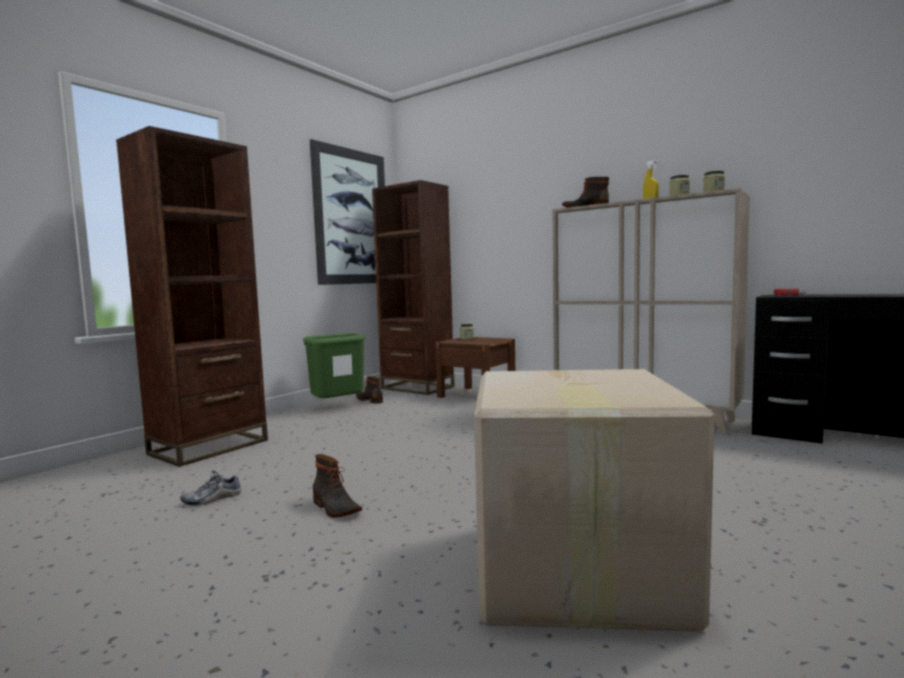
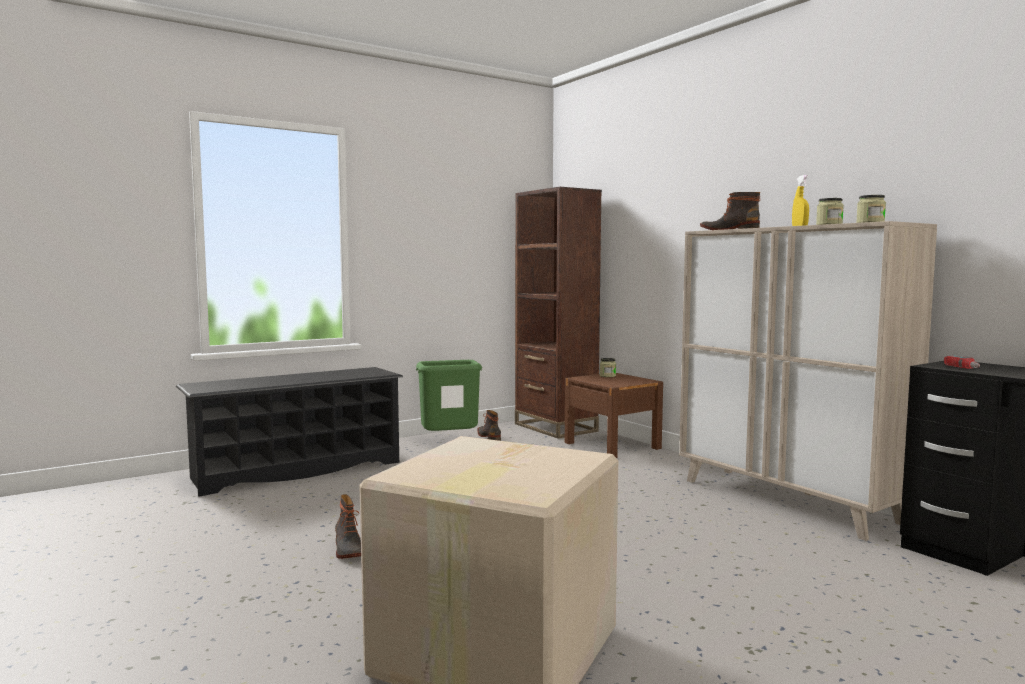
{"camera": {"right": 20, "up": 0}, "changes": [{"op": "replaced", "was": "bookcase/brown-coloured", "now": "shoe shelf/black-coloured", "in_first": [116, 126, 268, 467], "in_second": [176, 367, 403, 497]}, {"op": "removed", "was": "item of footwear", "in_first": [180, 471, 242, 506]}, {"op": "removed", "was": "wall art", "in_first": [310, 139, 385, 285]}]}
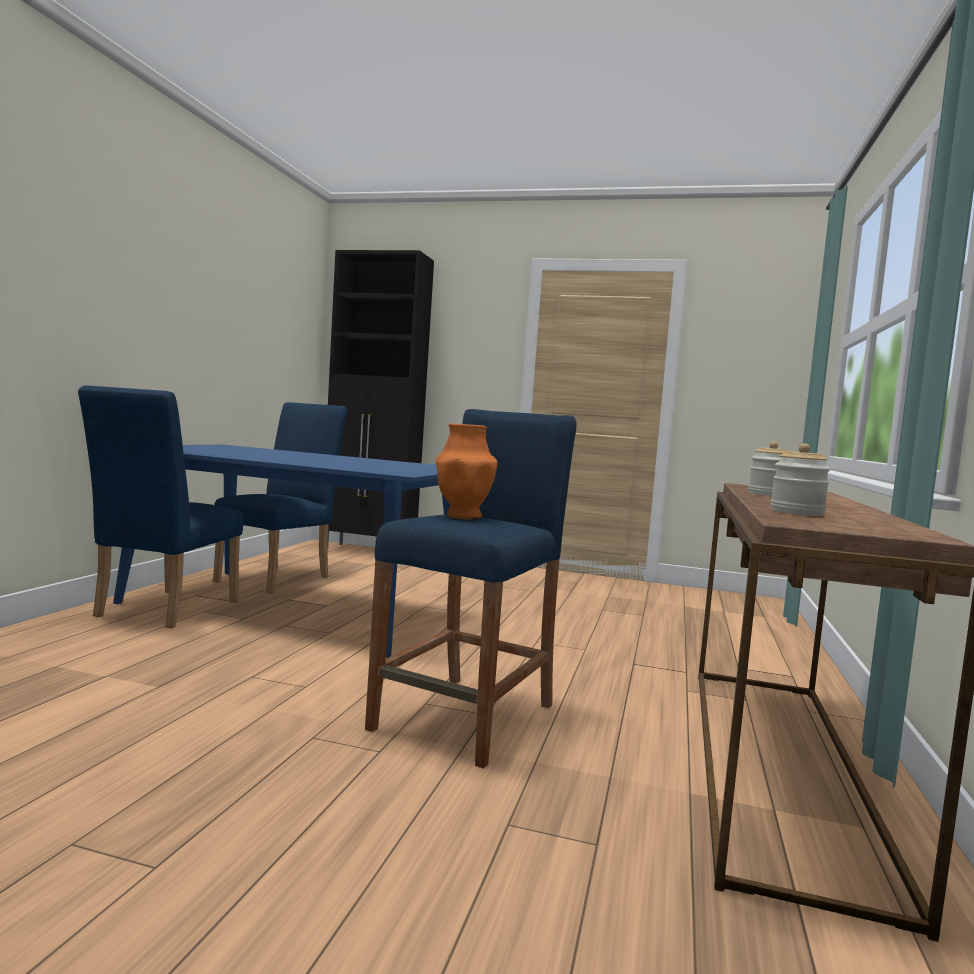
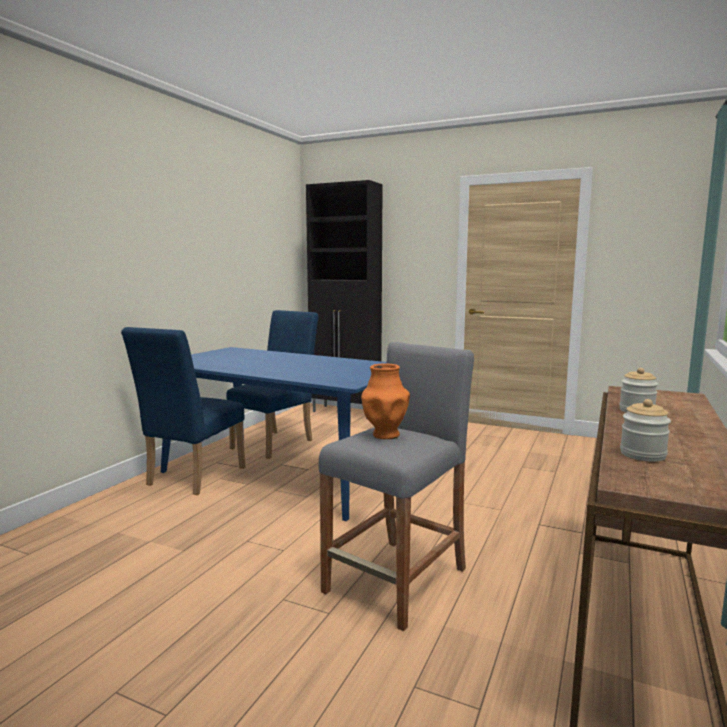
{"camera": {"right": 10, "up": 5}, "changes": [{"op": "recoloured", "was": "sitting stool/bluish", "now": "sitting stool/grey", "in_first": [365, 409, 576, 769], "in_second": [319, 342, 474, 632]}]}
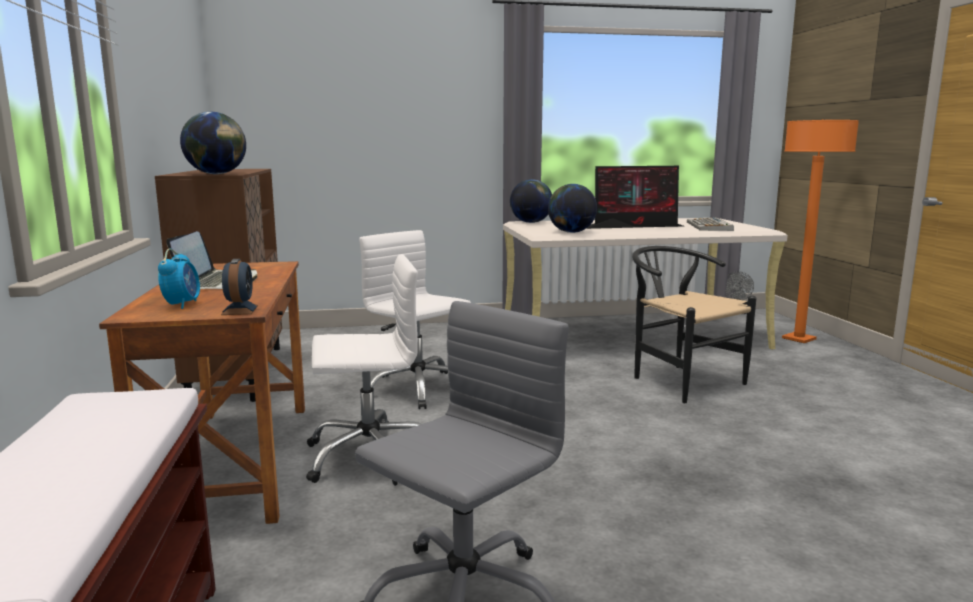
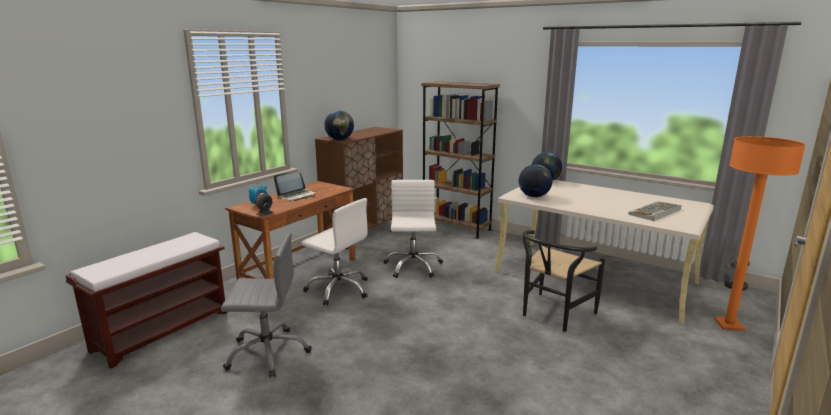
{"camera": {"right": 45, "up": 5}, "changes": [{"op": "added", "now": "bookcase/brown-coloured", "in_second": [421, 81, 500, 239]}, {"op": "turned", "was": "plain chair/black-coloured", "in_first": [632, 246, 757, 403], "in_second": [522, 230, 605, 332], "clockwise": -150}, {"op": "removed", "was": "monitor", "in_first": [587, 166, 683, 229]}]}
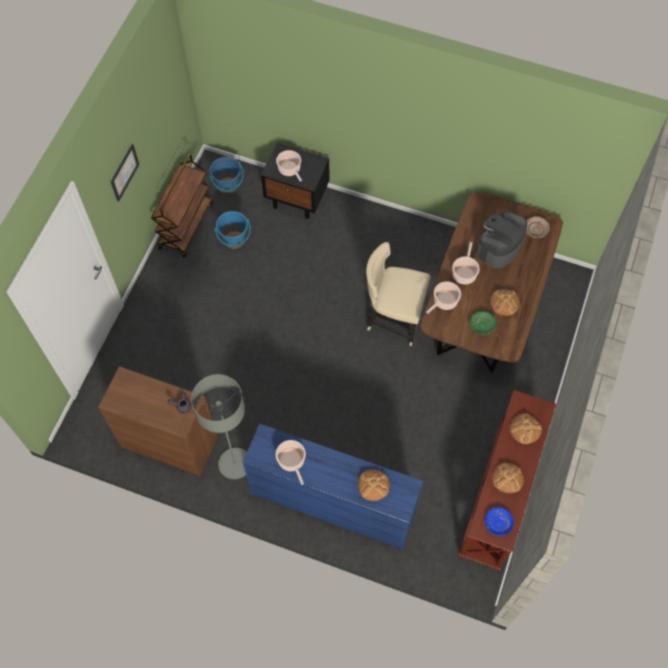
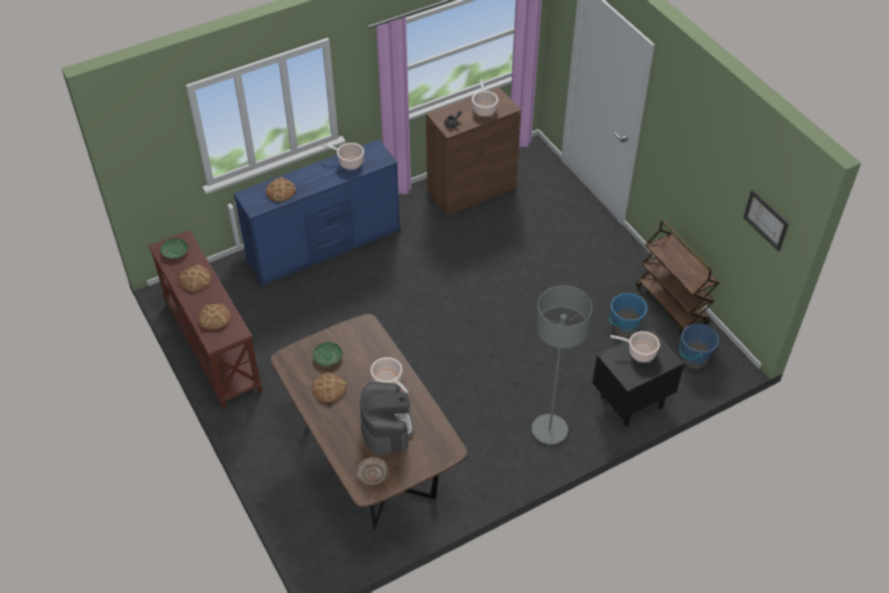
{"camera": {"right": 130, "up": -15}, "changes": [{"op": "recoloured", "was": "dinner plate/bluish", "now": "dinner plate/green-coloured", "in_first": [485, 507, 514, 536], "in_second": [160, 238, 188, 259]}, {"op": "moved", "was": "stockpot", "in_first": [426, 281, 461, 314], "in_second": [472, 79, 498, 116]}, {"op": "moved", "was": "standing lamp/grey", "in_first": [191, 374, 247, 479], "in_second": [532, 285, 592, 444]}, {"op": "moved", "was": "wall art", "in_first": [111, 144, 139, 202], "in_second": [743, 190, 789, 252]}, {"op": "removed", "was": "plain chair/beige", "in_first": [366, 242, 431, 346]}]}
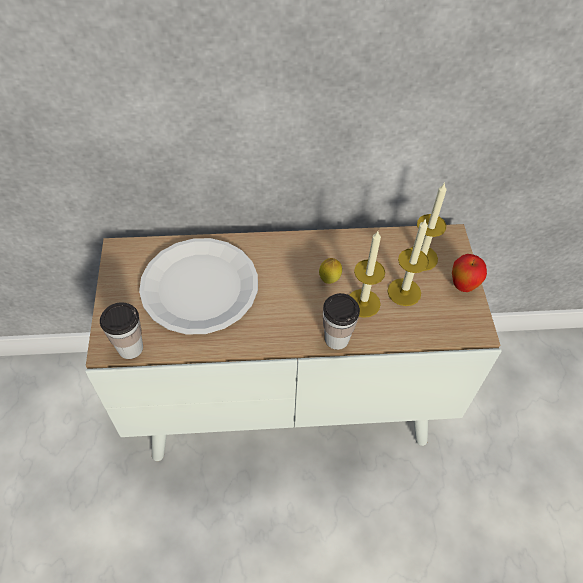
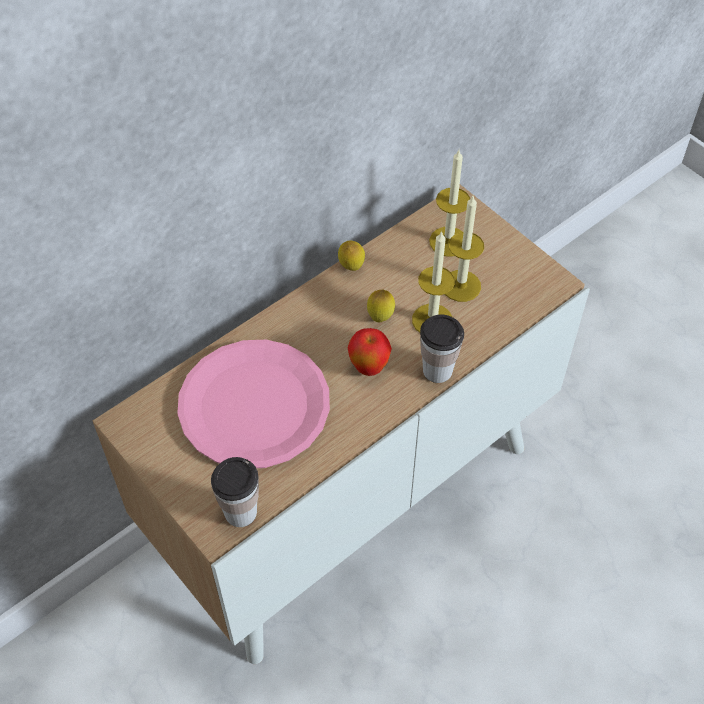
{"camera": {"right": -35, "up": 0}, "changes": [{"op": "recoloured", "was": "dinner plate/white-coloured", "now": "dinner plate/pink", "in_first": [139, 238, 258, 335], "in_second": [177, 340, 330, 468]}, {"op": "added", "now": "lemon", "in_second": [338, 240, 365, 271]}, {"op": "moved", "was": "apple", "in_first": [452, 254, 487, 292], "in_second": [348, 328, 392, 376]}]}
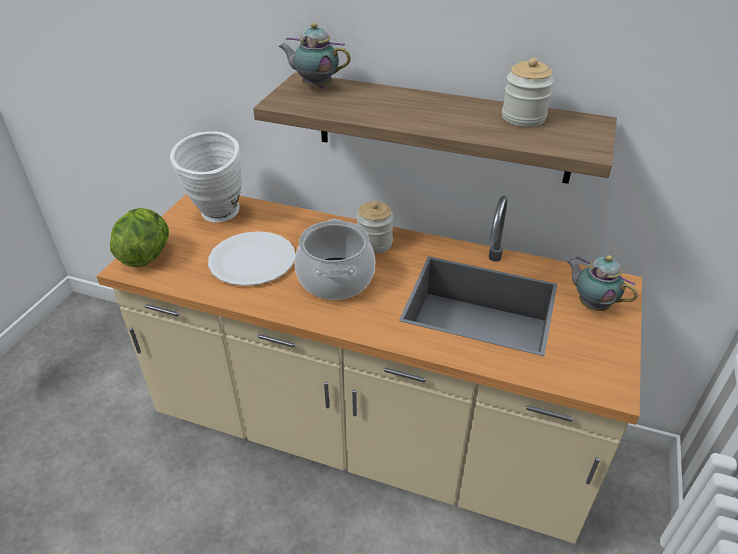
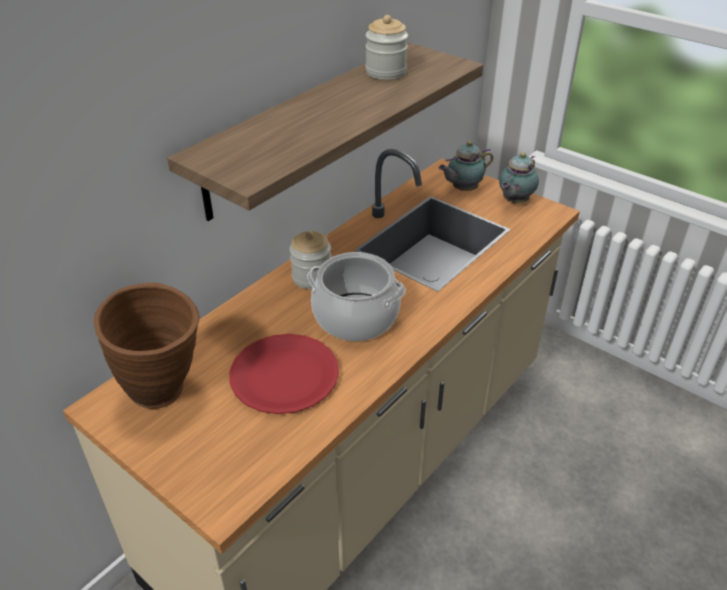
{"camera": {"right": -70, "up": 0}, "changes": [{"op": "recoloured", "was": "vase/white-coloured", "now": "vase/brown-coloured", "in_first": [170, 131, 242, 222], "in_second": [94, 283, 200, 409]}, {"op": "recoloured", "was": "dinner plate/white-coloured", "now": "dinner plate/red", "in_first": [208, 231, 295, 286], "in_second": [229, 334, 339, 414]}, {"op": "moved", "was": "tea pot", "in_first": [278, 23, 351, 89], "in_second": [499, 152, 539, 203]}, {"op": "removed", "was": "lettuce head", "in_first": [110, 208, 169, 267]}]}
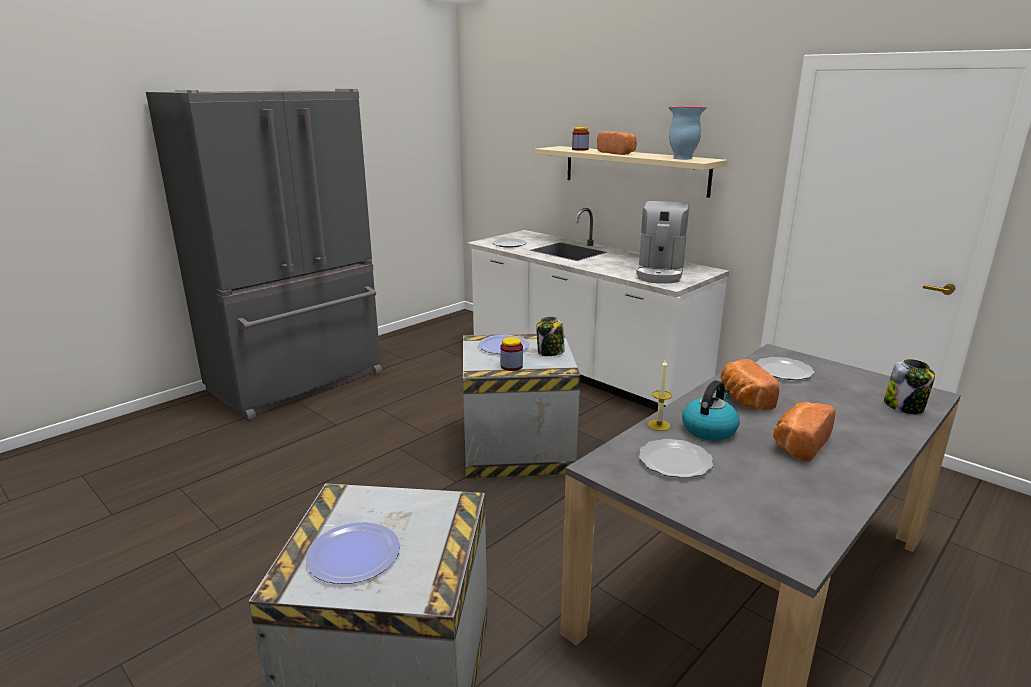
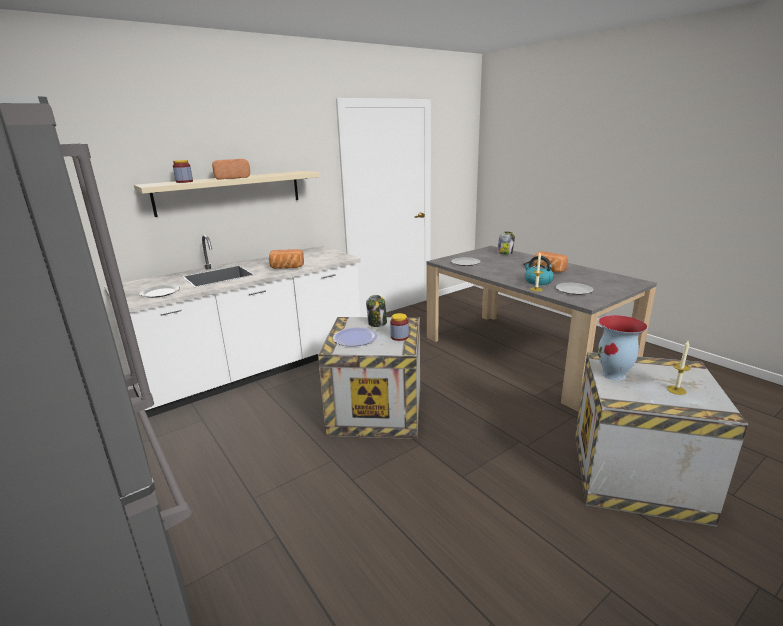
{"camera": {"right": -80, "up": 0}, "changes": [{"op": "moved", "was": "bakery bread", "in_first": [721, 359, 779, 410], "in_second": [269, 249, 304, 269]}, {"op": "moved", "was": "vase", "in_first": [668, 107, 707, 159], "in_second": [598, 315, 647, 381]}, {"op": "replaced", "was": "dinner plate", "now": "wax candle", "in_first": [305, 522, 400, 584], "in_second": [667, 341, 691, 395]}, {"op": "removed", "was": "coffee brewer", "in_first": [636, 201, 689, 284]}]}
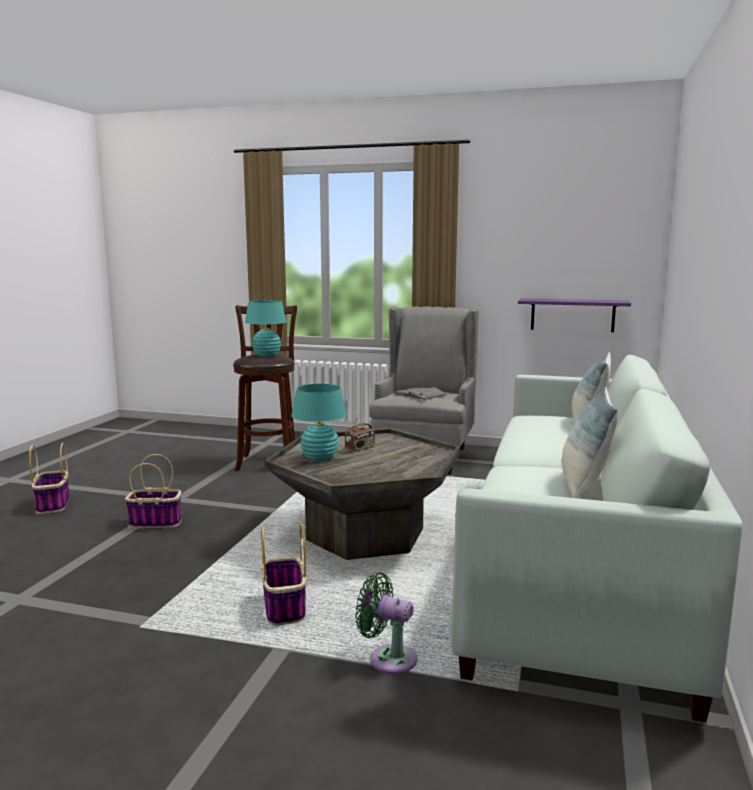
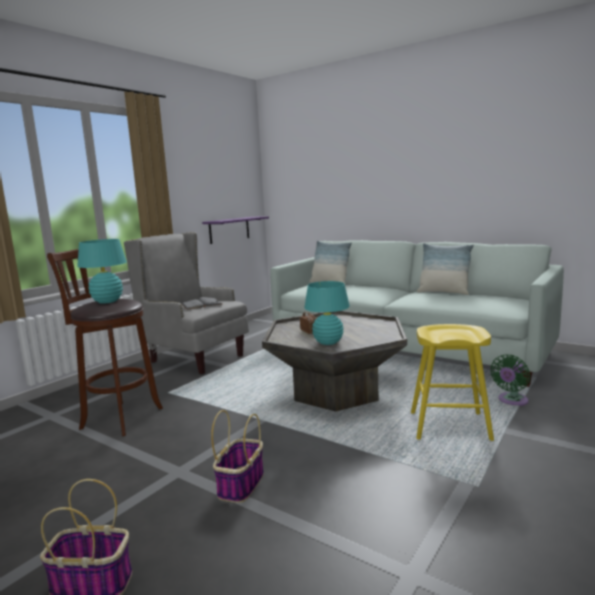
{"camera": {"right": -70, "up": 0}, "changes": [{"op": "replaced", "was": "household basket", "now": "sitting stool/yellowish", "in_first": [261, 523, 307, 626], "in_second": [411, 324, 494, 441]}]}
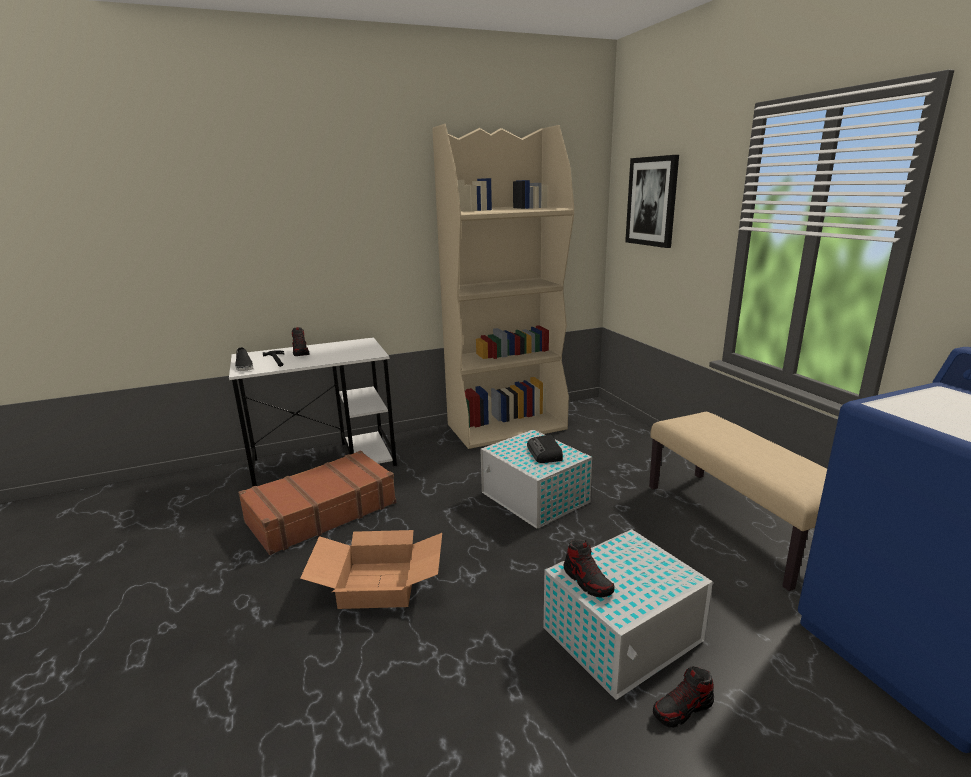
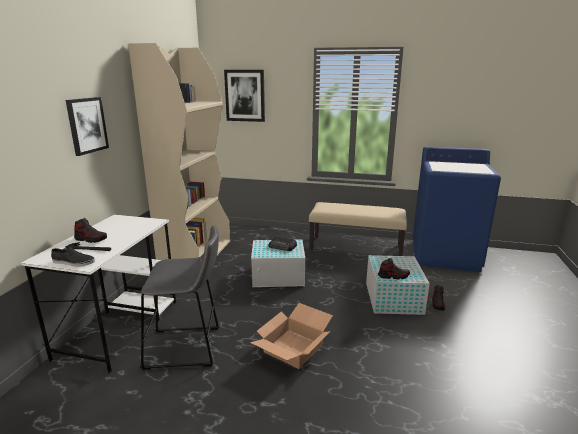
{"camera": {"right": -55, "up": 0}, "changes": [{"op": "added", "now": "wall art", "in_second": [66, 97, 109, 156]}, {"op": "replaced", "was": "piece of luggage/brown-coloured", "now": "sitting stool/grey", "in_first": [238, 451, 396, 555], "in_second": [140, 225, 219, 370]}]}
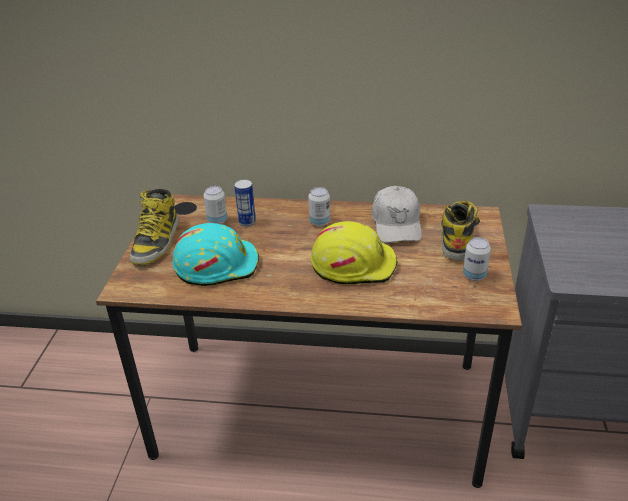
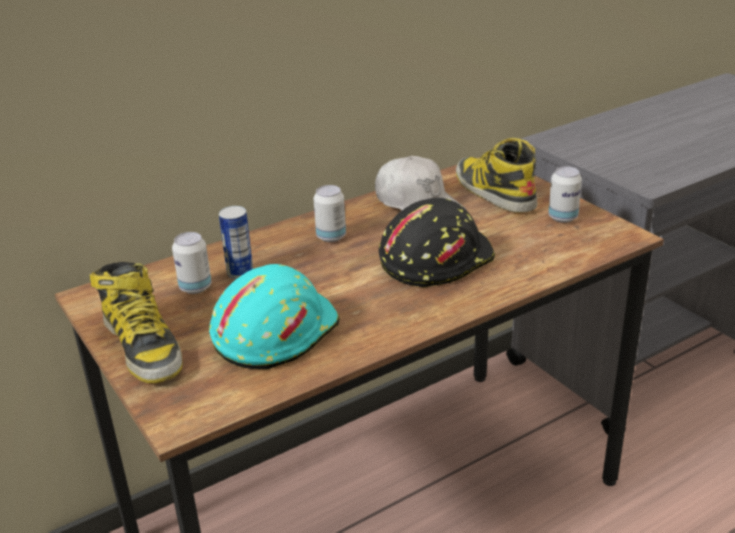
{"camera": {"right": -40, "up": -5}, "changes": [{"op": "recoloured", "was": "safety helmet/yellowish", "now": "safety helmet/black-coloured", "in_first": [311, 221, 398, 284], "in_second": [379, 198, 495, 287]}]}
